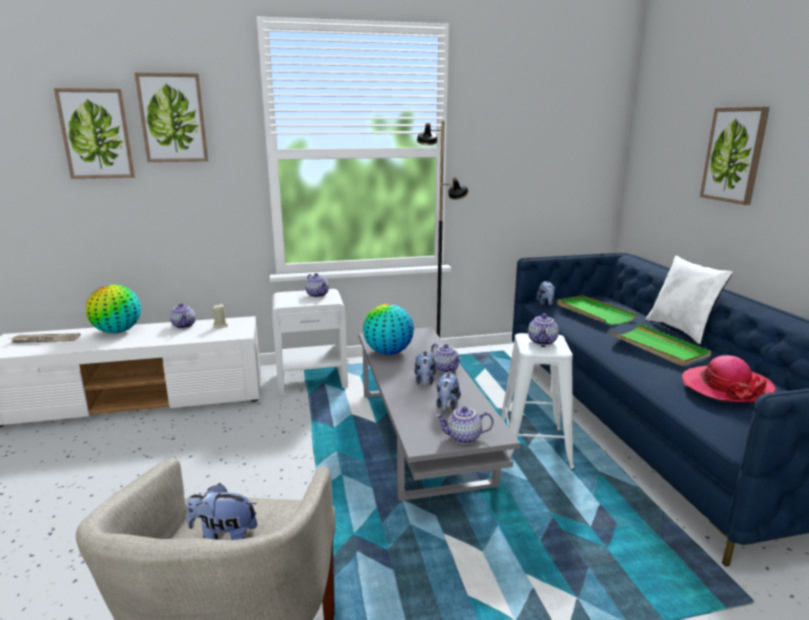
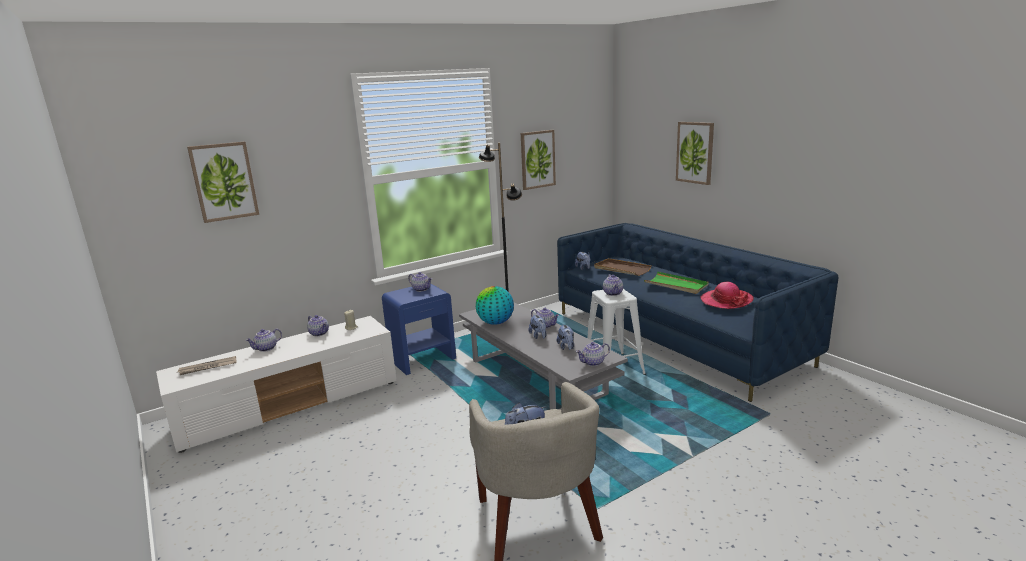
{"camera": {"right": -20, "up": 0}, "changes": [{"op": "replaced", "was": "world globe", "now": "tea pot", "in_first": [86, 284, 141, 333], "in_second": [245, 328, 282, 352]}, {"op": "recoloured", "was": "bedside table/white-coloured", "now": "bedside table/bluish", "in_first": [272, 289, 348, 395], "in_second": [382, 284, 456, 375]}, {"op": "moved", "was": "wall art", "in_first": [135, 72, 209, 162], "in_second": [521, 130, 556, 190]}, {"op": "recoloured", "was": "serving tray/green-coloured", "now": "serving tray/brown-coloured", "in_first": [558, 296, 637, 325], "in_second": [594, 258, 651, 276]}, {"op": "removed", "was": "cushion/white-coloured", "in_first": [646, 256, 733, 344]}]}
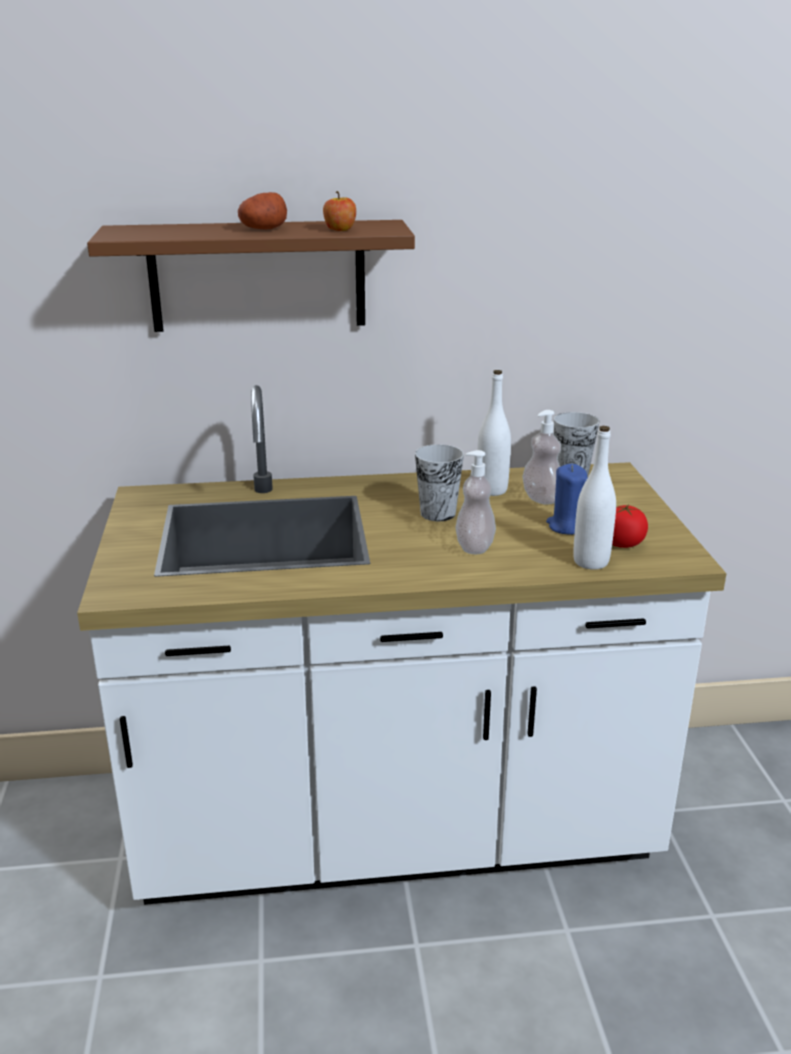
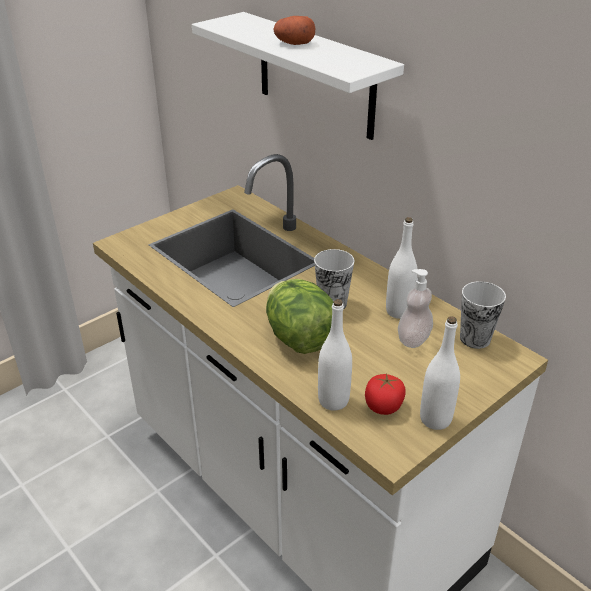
{"camera": {"right": 55, "up": 10}, "changes": [{"op": "recoloured", "was": "bracket shelf/brown-coloured", "now": "bracket shelf/white-coloured", "in_first": [87, 220, 415, 332], "in_second": [192, 12, 404, 140]}, {"op": "replaced", "was": "liquid soap bottle", "now": "lettuce head", "in_first": [455, 450, 496, 554], "in_second": [266, 279, 333, 354]}, {"op": "added", "now": "bottle/white-coloured", "in_second": [420, 316, 460, 430]}, {"op": "removed", "was": "apple", "in_first": [323, 191, 356, 231]}, {"op": "removed", "was": "wax candle/bluish", "in_first": [546, 464, 587, 535]}]}
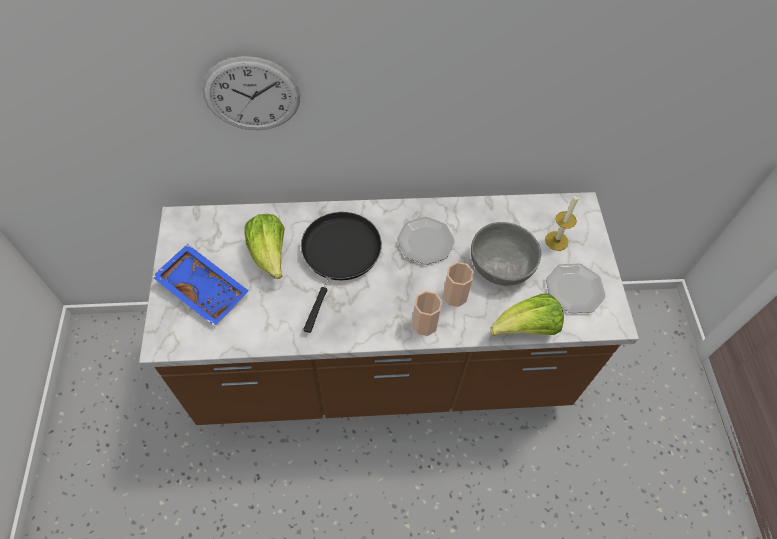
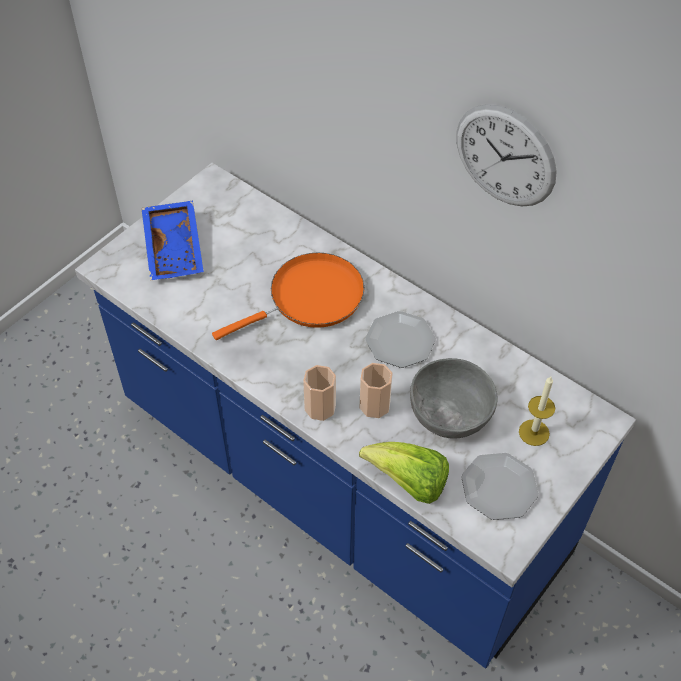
{"camera": {"right": 45, "up": -5}, "changes": [{"op": "recoloured", "was": "kitchen counter/brown-coloured", "now": "kitchen counter/bluish", "in_first": [139, 192, 639, 425], "in_second": [75, 163, 636, 668]}, {"op": "recoloured", "was": "skillet/black-coloured", "now": "skillet/orangey", "in_first": [301, 212, 382, 333], "in_second": [212, 252, 364, 340]}, {"op": "moved", "was": "wall clock", "in_first": [202, 56, 300, 130], "in_second": [456, 104, 557, 206]}, {"op": "removed", "was": "lettuce head", "in_first": [244, 214, 285, 279]}]}
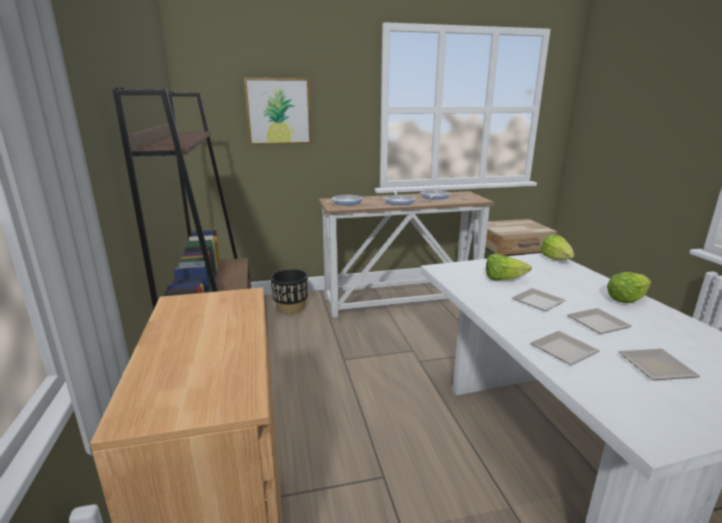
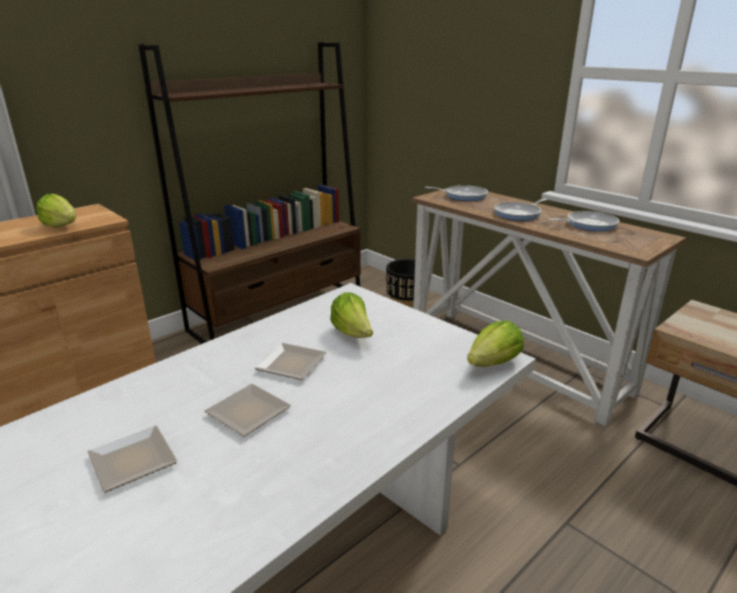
{"camera": {"right": 60, "up": 5}, "changes": [{"op": "moved", "was": "lettuce head", "in_first": [607, 272, 651, 303], "in_second": [36, 194, 76, 227]}, {"op": "removed", "was": "wall art", "in_first": [244, 78, 312, 145]}, {"op": "removed", "was": "dinner plate", "in_first": [530, 331, 600, 365]}]}
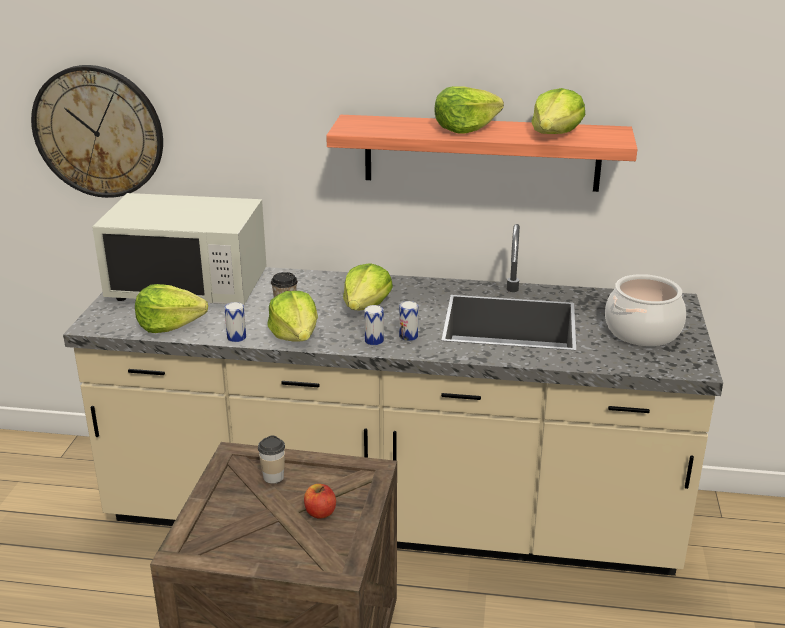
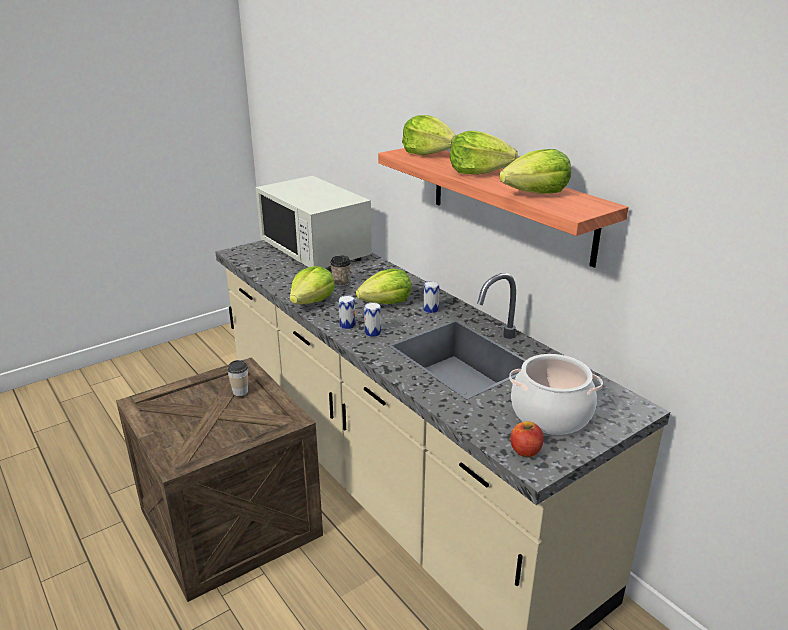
{"camera": {"right": 45, "up": 0}, "changes": [{"op": "moved", "was": "lettuce head", "in_first": [135, 284, 208, 333], "in_second": [402, 115, 456, 155]}, {"op": "moved", "was": "sealed can", "in_first": [224, 302, 246, 342], "in_second": [423, 281, 440, 313]}, {"op": "moved", "was": "apple", "in_first": [304, 484, 336, 519], "in_second": [511, 421, 544, 457]}, {"op": "removed", "was": "wall clock", "in_first": [31, 65, 163, 198]}]}
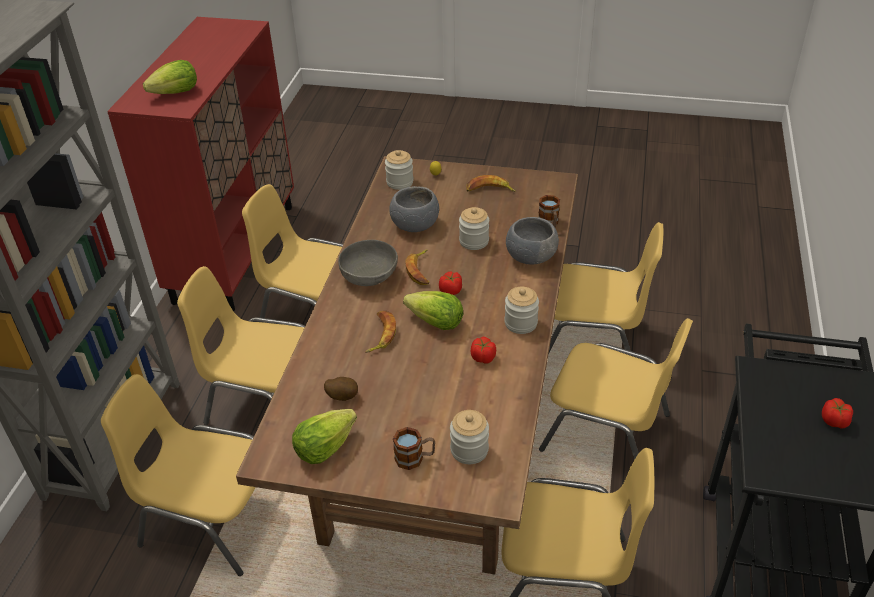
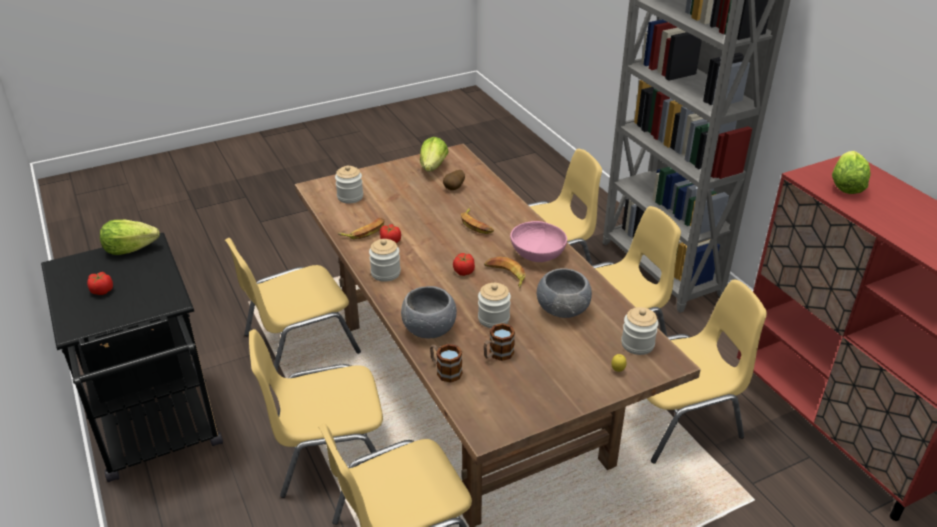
{"camera": {"right": 140, "up": -5}, "changes": [{"op": "moved", "was": "lettuce head", "in_first": [403, 291, 463, 330], "in_second": [100, 220, 160, 255]}, {"op": "moved", "was": "banana", "in_first": [466, 175, 516, 192], "in_second": [338, 218, 385, 239]}, {"op": "moved", "was": "tea mug", "in_first": [393, 427, 435, 470], "in_second": [484, 323, 515, 361]}, {"op": "recoloured", "was": "bowl/grey", "now": "bowl/pink", "in_first": [338, 240, 398, 286], "in_second": [510, 221, 567, 262]}]}
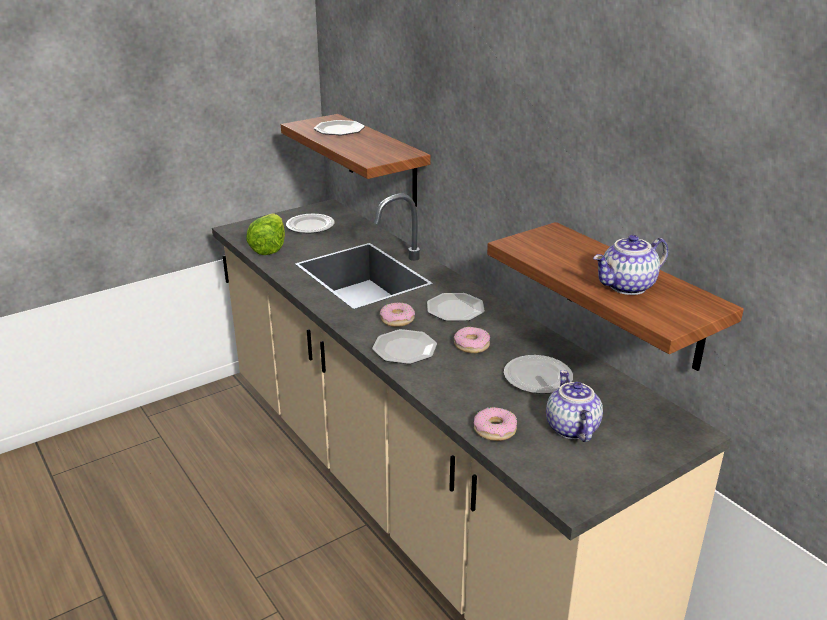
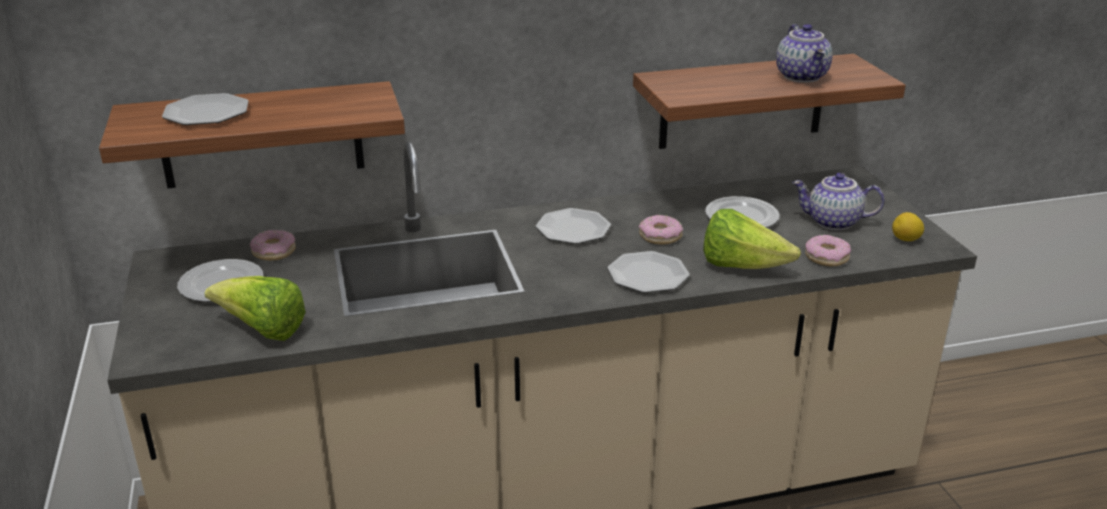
{"camera": {"right": -70, "up": 0}, "changes": [{"op": "moved", "was": "doughnut", "in_first": [380, 303, 415, 327], "in_second": [250, 230, 296, 260]}, {"op": "added", "now": "lettuce head", "in_second": [703, 209, 801, 269]}, {"op": "added", "now": "lemon", "in_second": [892, 212, 924, 241]}]}
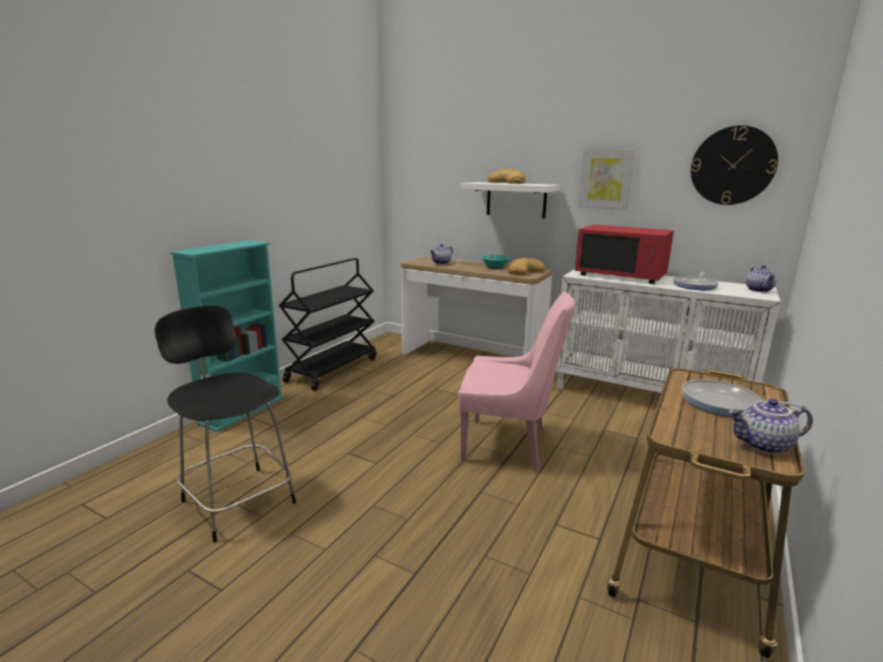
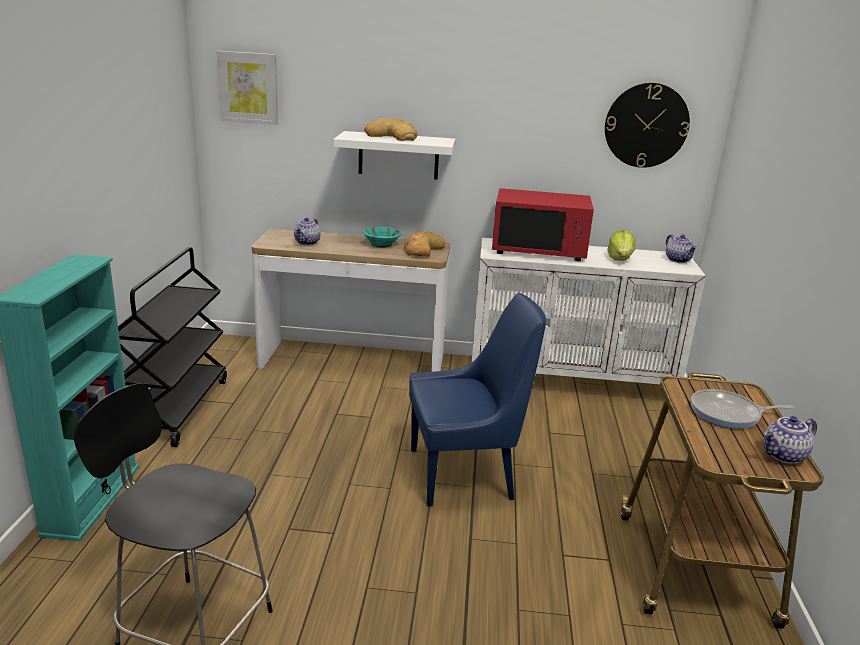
{"camera": {"right": -25, "up": 5}, "changes": [{"op": "moved", "was": "wall art", "in_first": [578, 149, 636, 210], "in_second": [217, 51, 278, 125]}, {"op": "recoloured", "was": "plain chair/pink", "now": "plain chair/bluish", "in_first": [458, 292, 575, 472], "in_second": [409, 293, 546, 507]}, {"op": "replaced", "was": "skillet", "now": "lettuce head", "in_first": [673, 272, 719, 290], "in_second": [607, 230, 636, 261]}]}
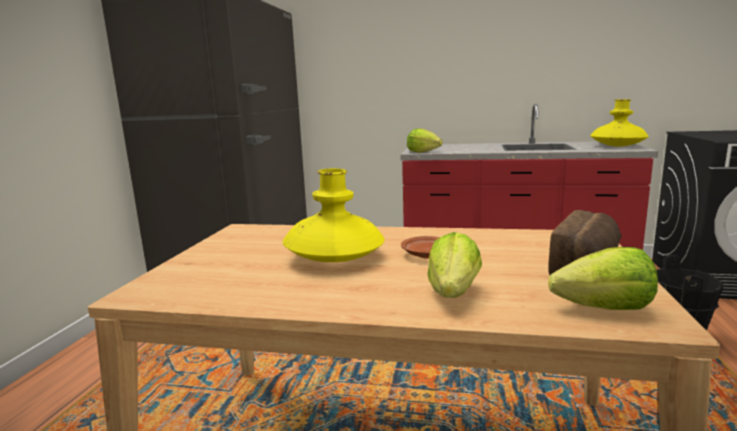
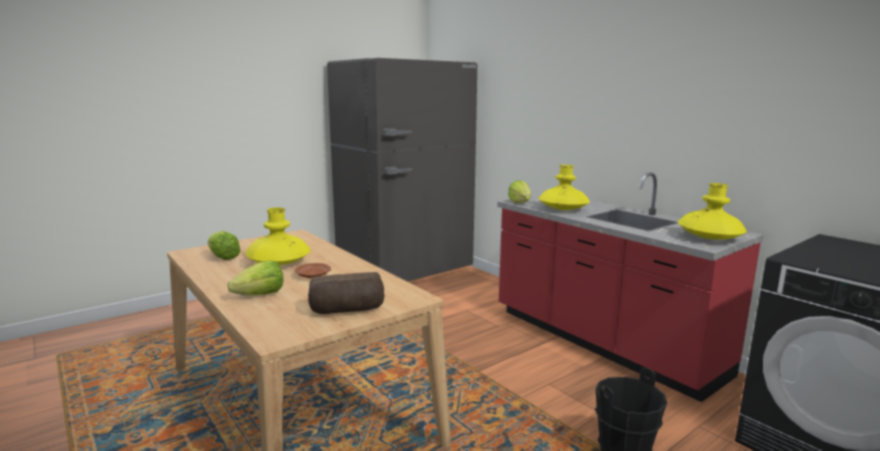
{"camera": {"right": 40, "up": 0}, "changes": [{"op": "moved", "was": "lettuce head", "in_first": [548, 247, 658, 310], "in_second": [208, 231, 241, 260]}, {"op": "added", "now": "vase/yellowish", "in_second": [538, 165, 590, 210]}]}
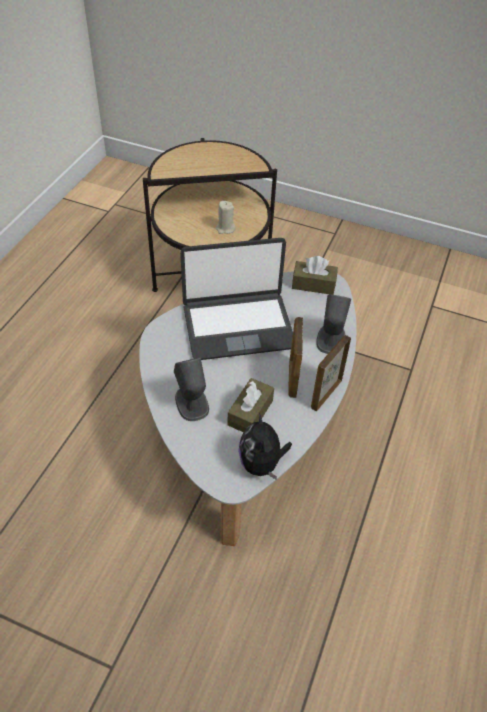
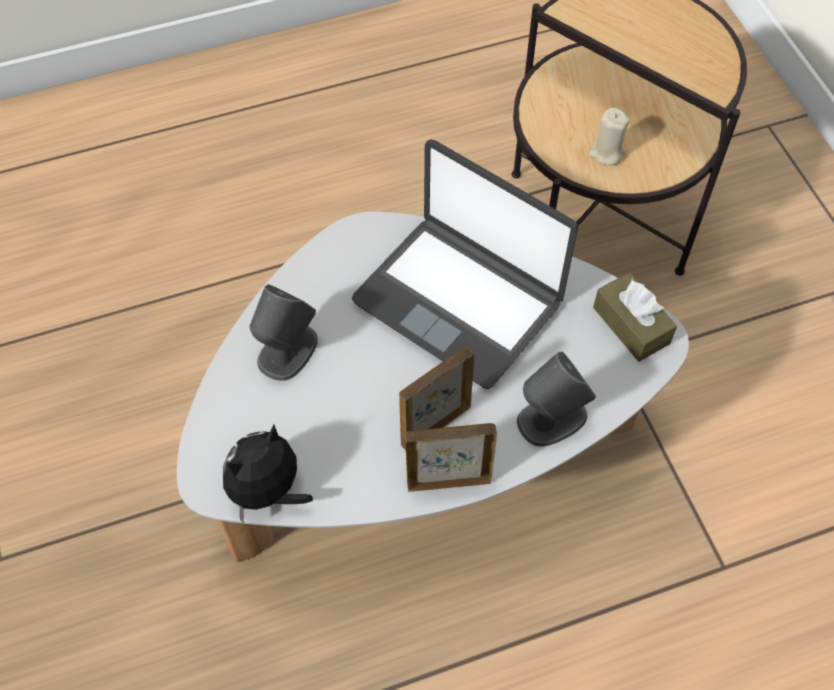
{"camera": {"right": 50, "up": 10}, "changes": [{"op": "removed", "was": "tissue holder/brown-coloured", "in_first": [227, 378, 274, 433]}]}
